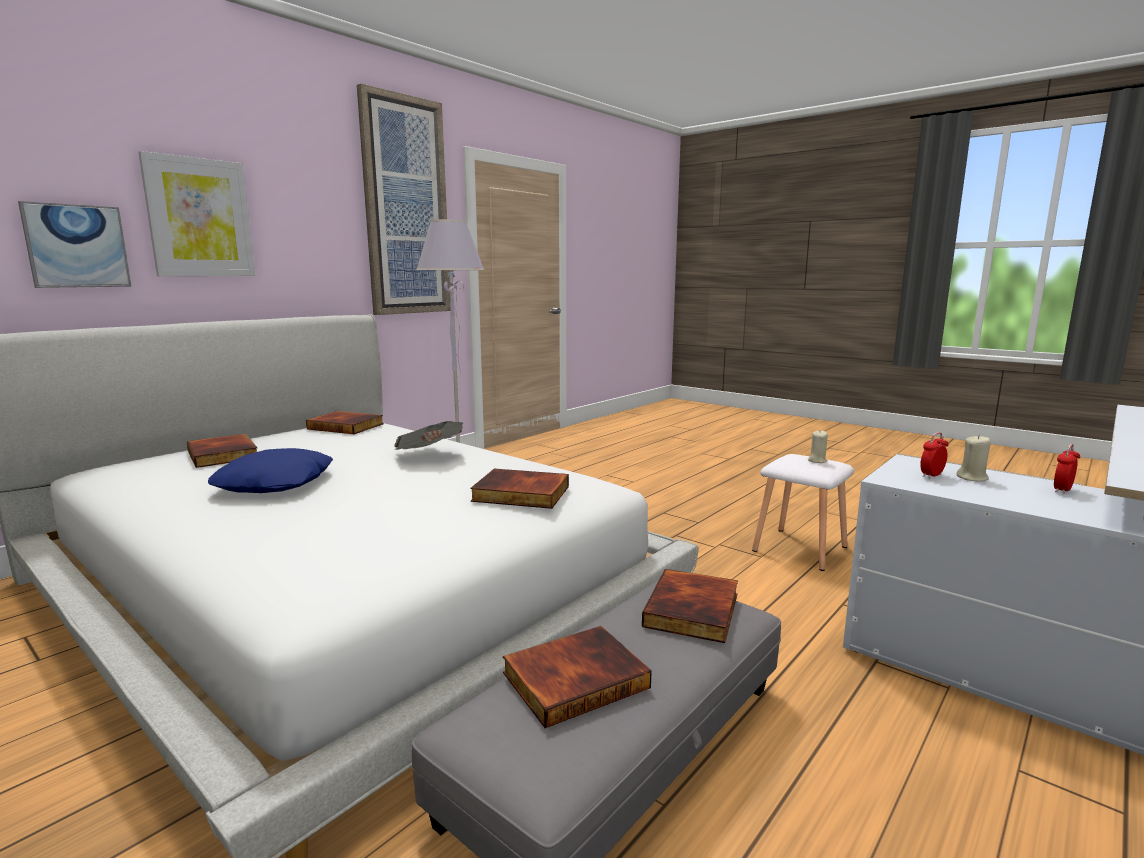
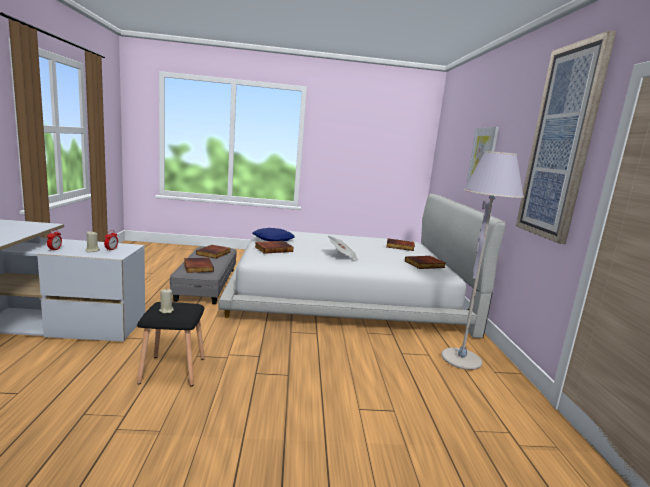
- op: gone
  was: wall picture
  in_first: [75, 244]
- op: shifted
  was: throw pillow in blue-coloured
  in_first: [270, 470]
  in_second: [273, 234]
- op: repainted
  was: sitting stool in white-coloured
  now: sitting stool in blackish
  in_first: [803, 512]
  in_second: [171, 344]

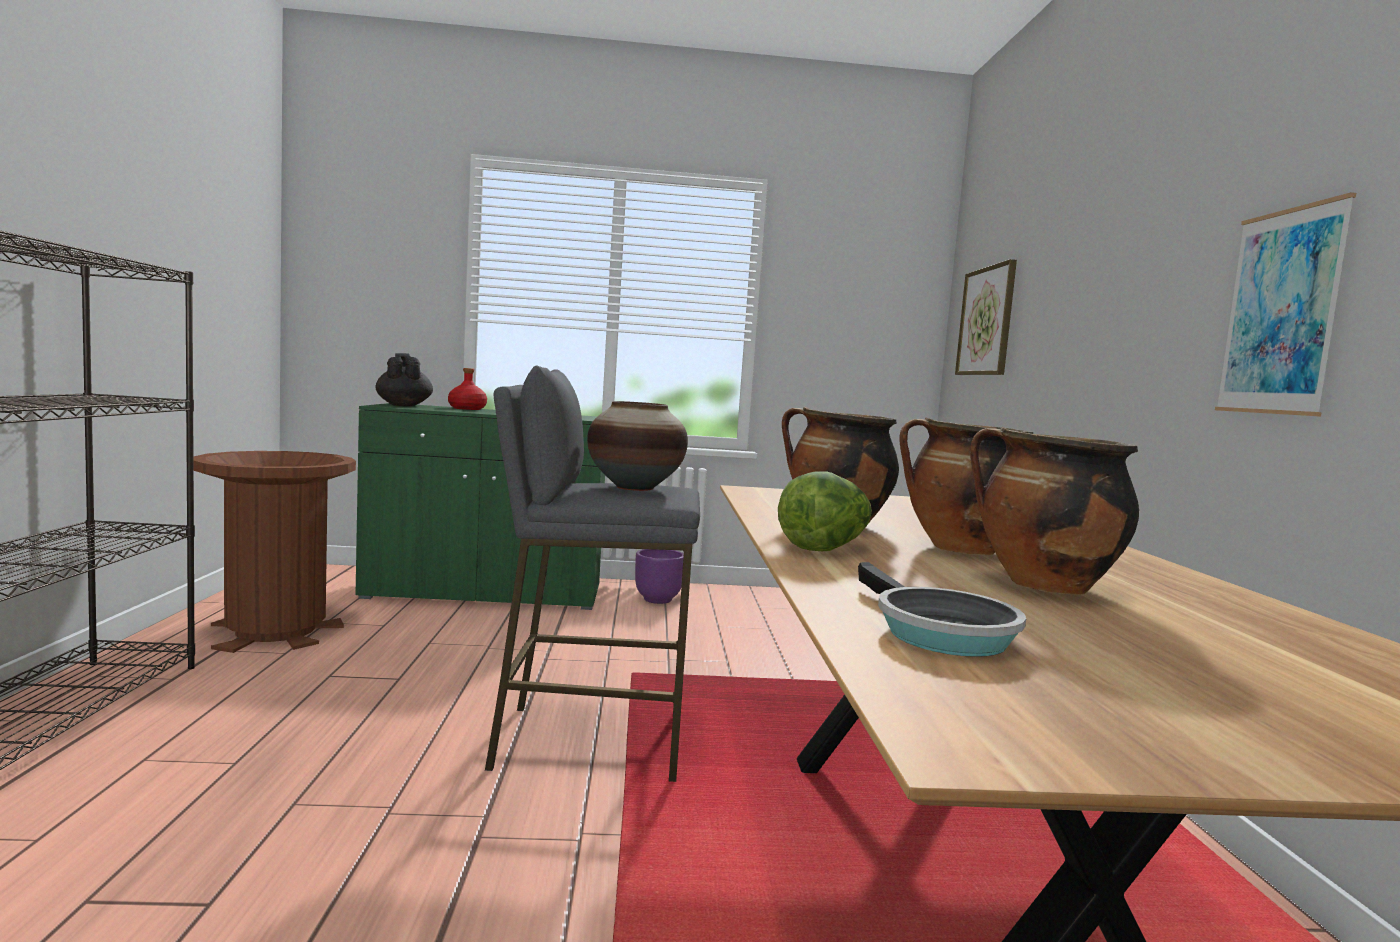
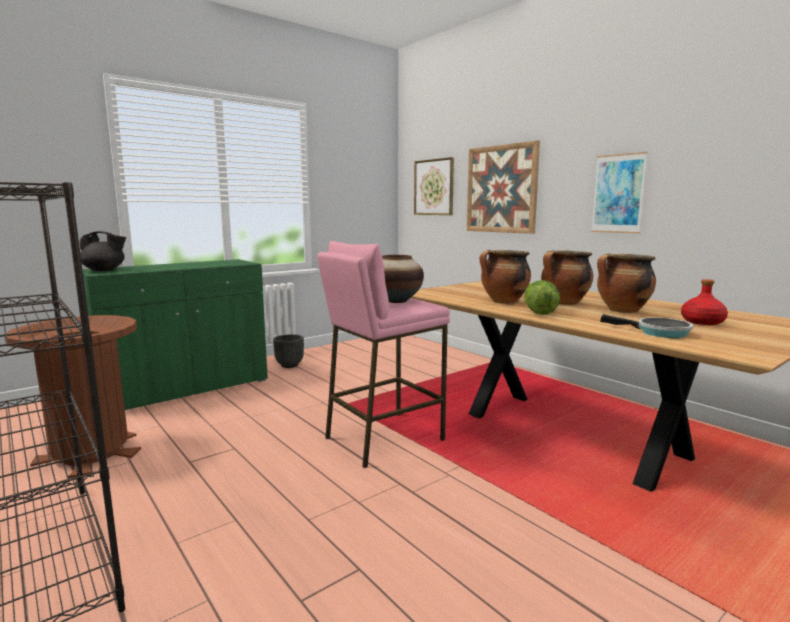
- op: rotated
  was: pot for tea in blackish
  in_first: [404, 379]
  in_second: [103, 251]
  clockwise: 150
- op: shifted
  was: bottle in reddish
  in_first: [467, 389]
  in_second: [704, 302]
- op: repainted
  was: sitting stool in greyish
  now: sitting stool in pink
  in_first: [592, 573]
  in_second: [383, 354]
- op: repainted
  was: planter in purple-coloured
  now: planter in blackish
  in_first: [659, 576]
  in_second: [288, 351]
- op: new
  now: wall picture
  in_second: [503, 187]

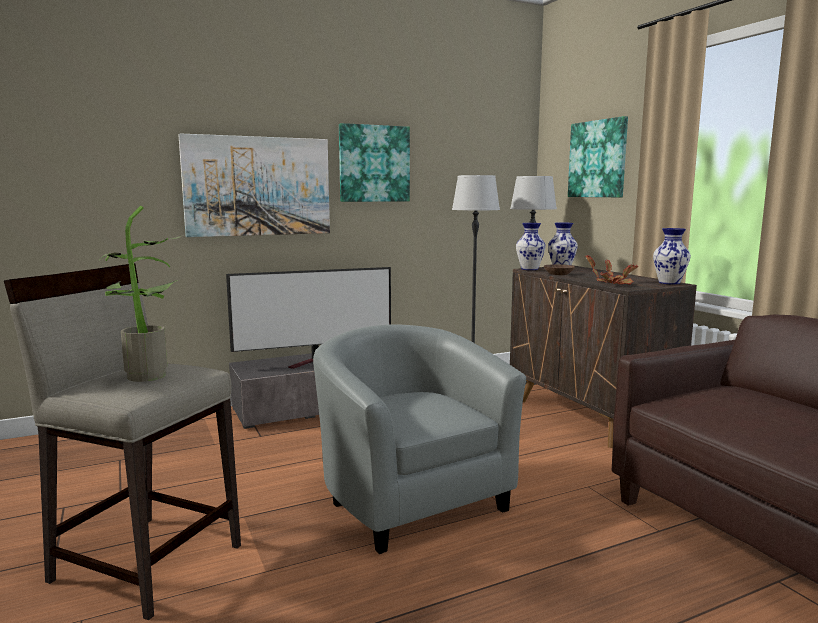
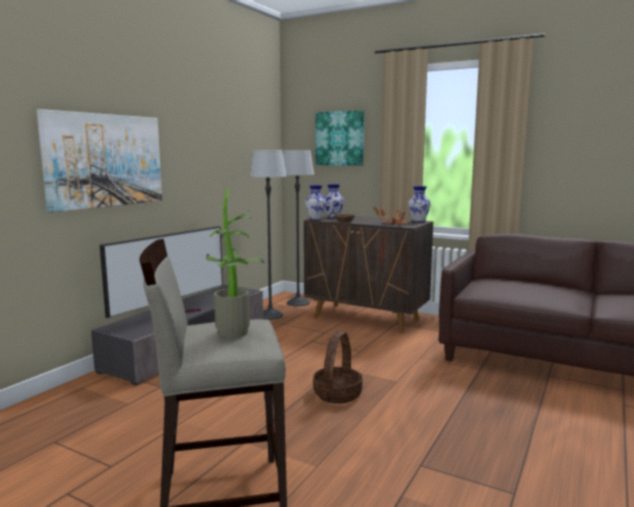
- op: swapped
  was: lounge chair in greyish
  now: storage basket
  in_first: [419, 439]
  in_second: [338, 367]
- op: gone
  was: wall picture
  in_first: [374, 162]

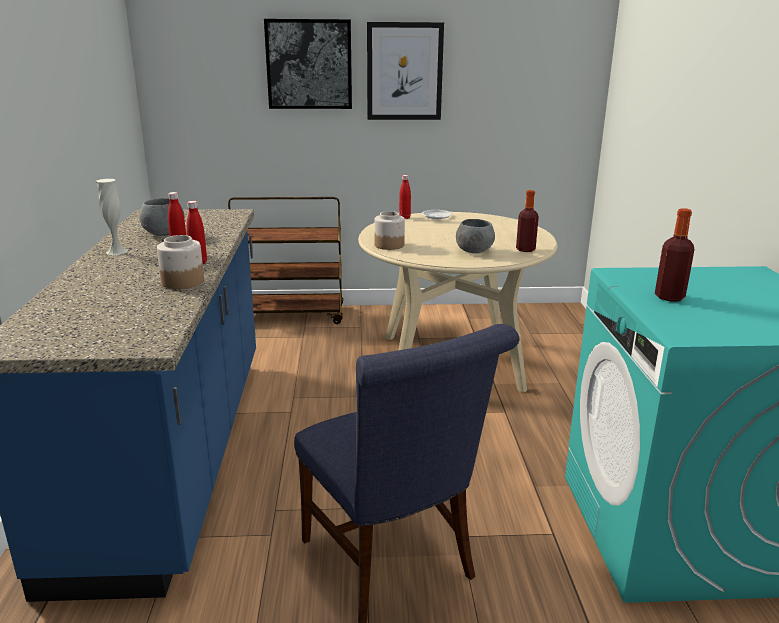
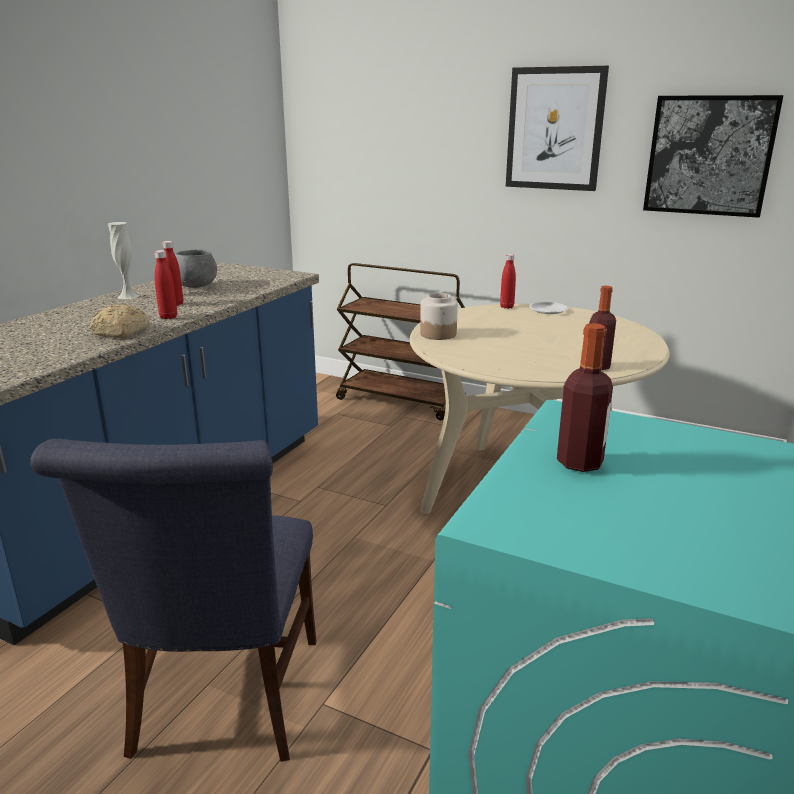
- op: swapped
  was: storage jar
  now: baked bread
  in_first: [180, 262]
  in_second: [120, 321]
- op: shifted
  was: wall picture
  in_first: [308, 64]
  in_second: [713, 156]
- op: gone
  was: serving bowl in greyish
  in_first: [475, 236]

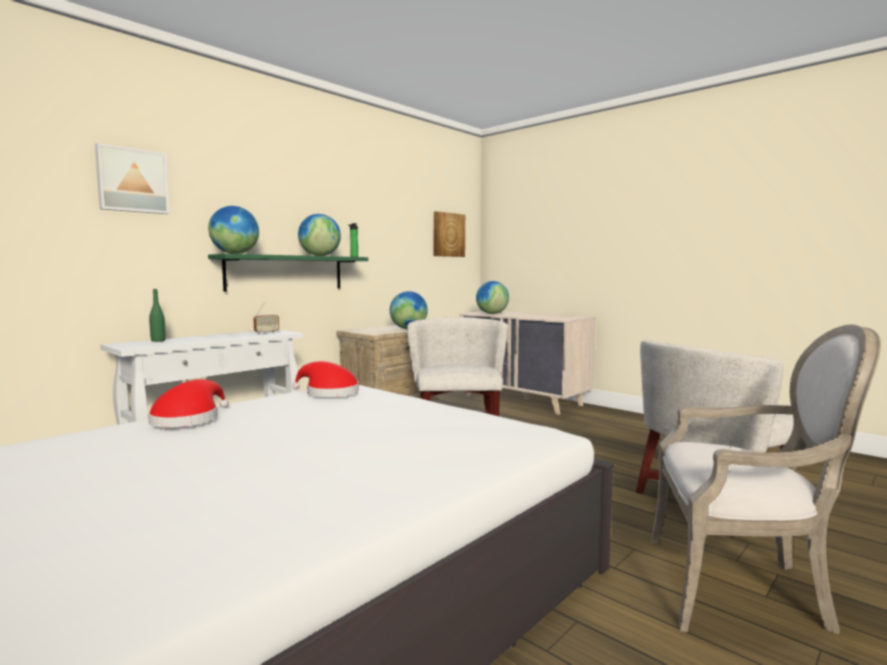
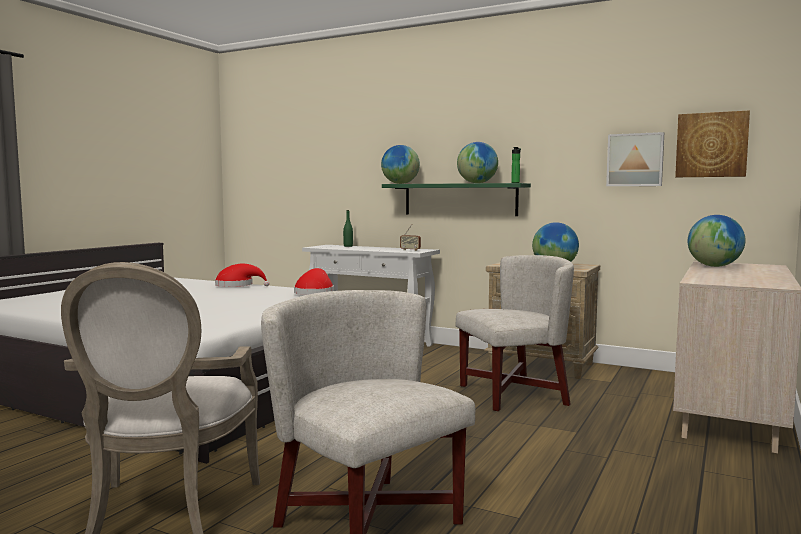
- op: shifted
  was: wall picture
  in_first: [132, 178]
  in_second: [635, 159]

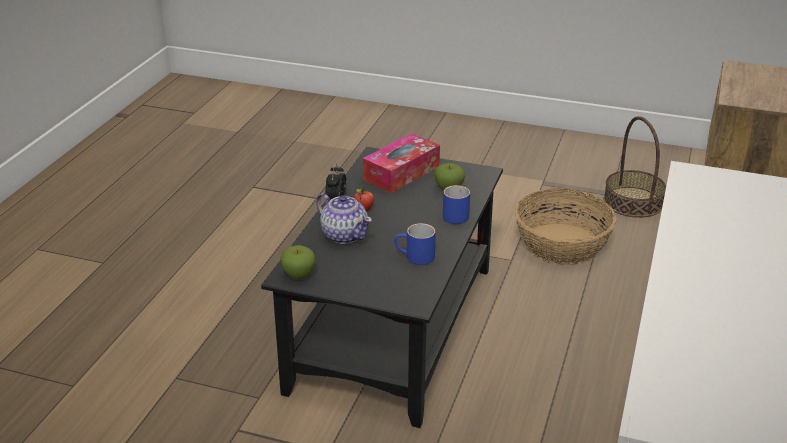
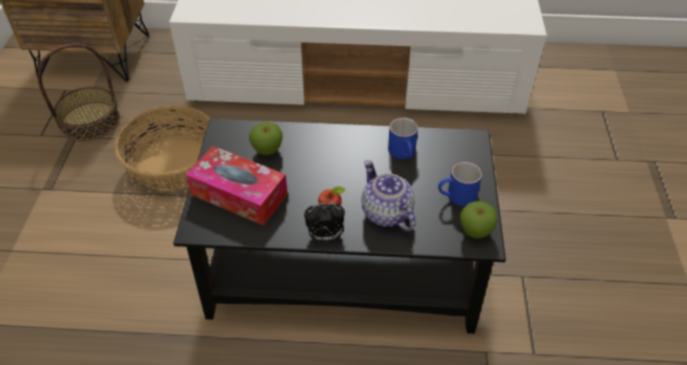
- op: rotated
  was: pot for tea
  in_first: [344, 218]
  in_second: [388, 196]
  clockwise: -60
- op: shifted
  was: mug in blue-coloured
  in_first: [456, 204]
  in_second: [460, 184]

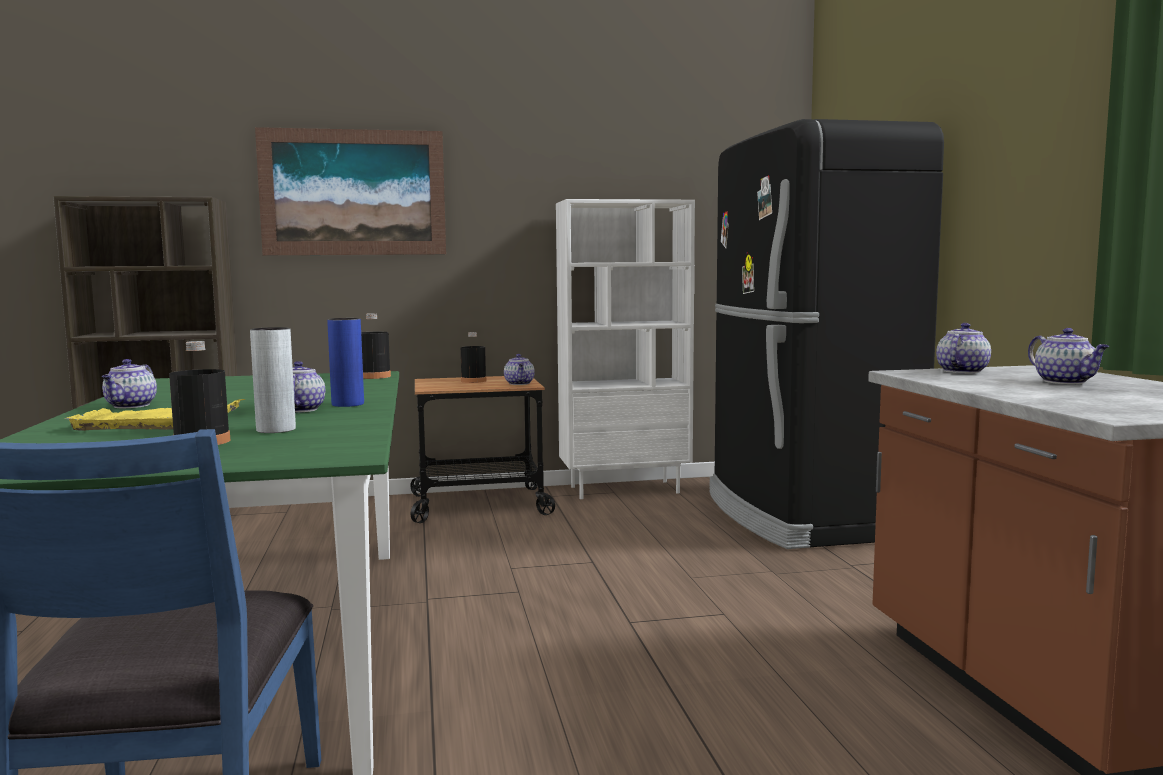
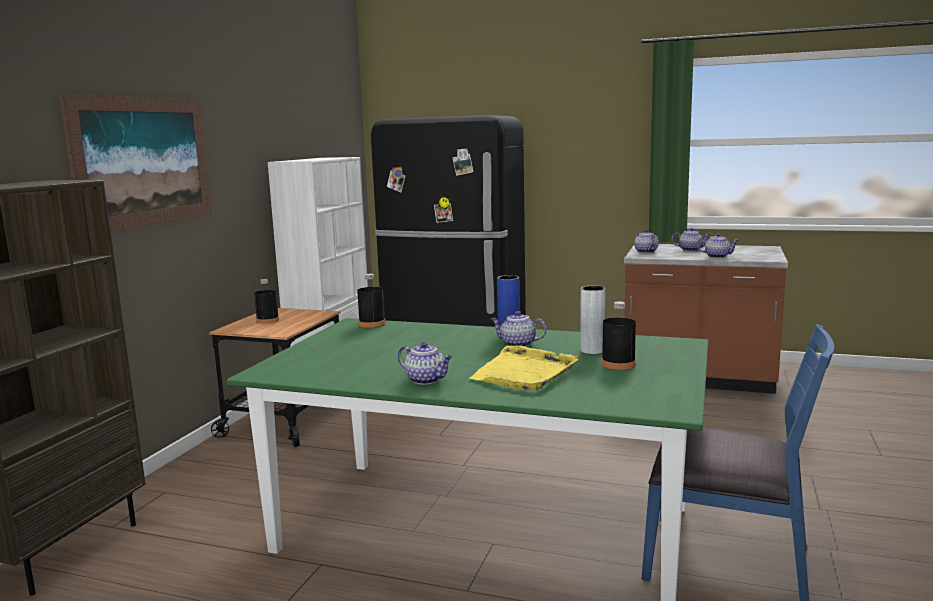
- op: shifted
  was: pot for tea
  in_first: [519, 369]
  in_second: [718, 245]

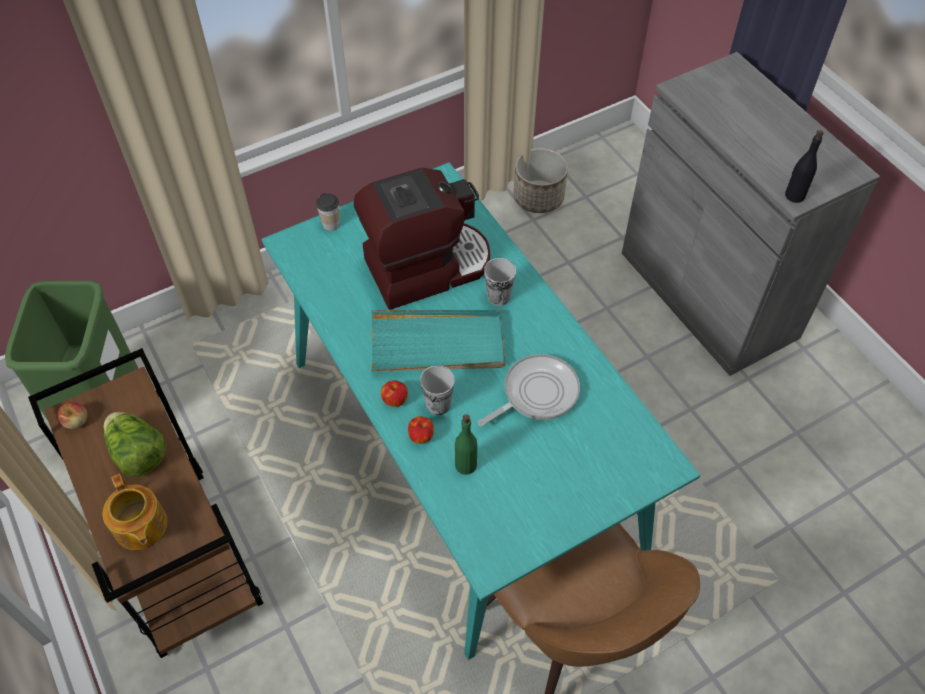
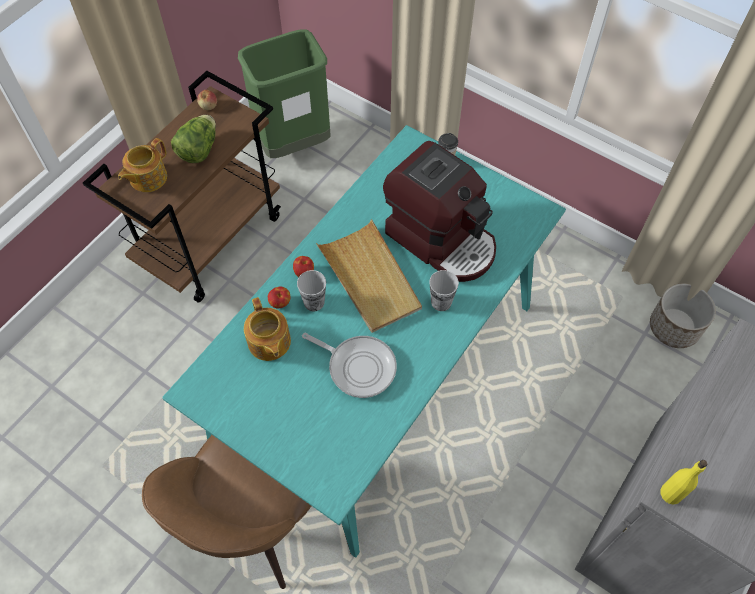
- op: repainted
  was: serving tray in turquoise-coloured
  now: serving tray in beige-coloured
  in_first: [438, 340]
  in_second: [369, 276]
- op: swapped
  was: bottle in green
  now: pot for tea
  in_first: [466, 444]
  in_second: [267, 329]
- op: repainted
  was: bottle in blackish
  now: bottle in yellowish
  in_first: [804, 166]
  in_second: [683, 482]

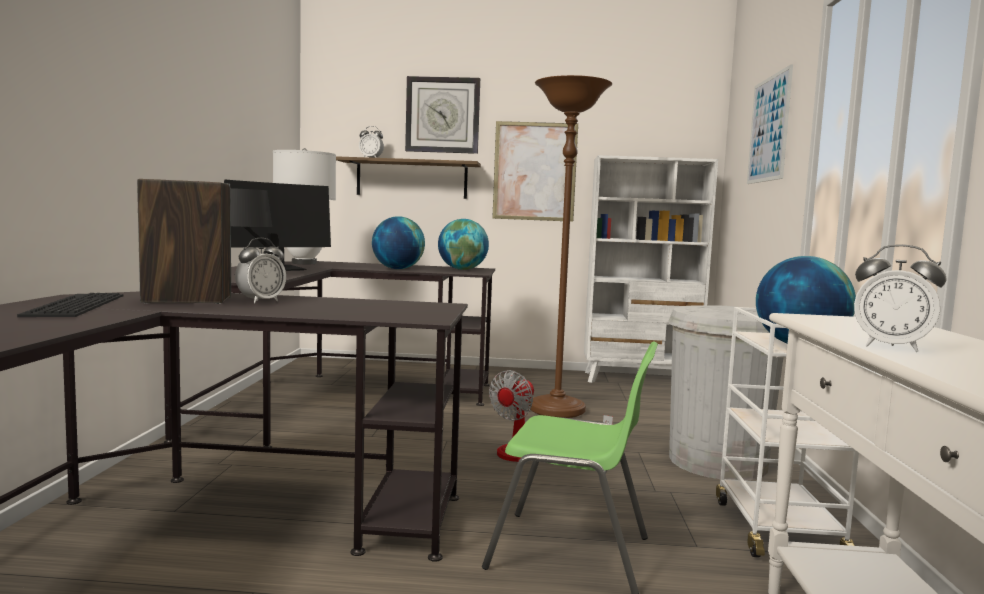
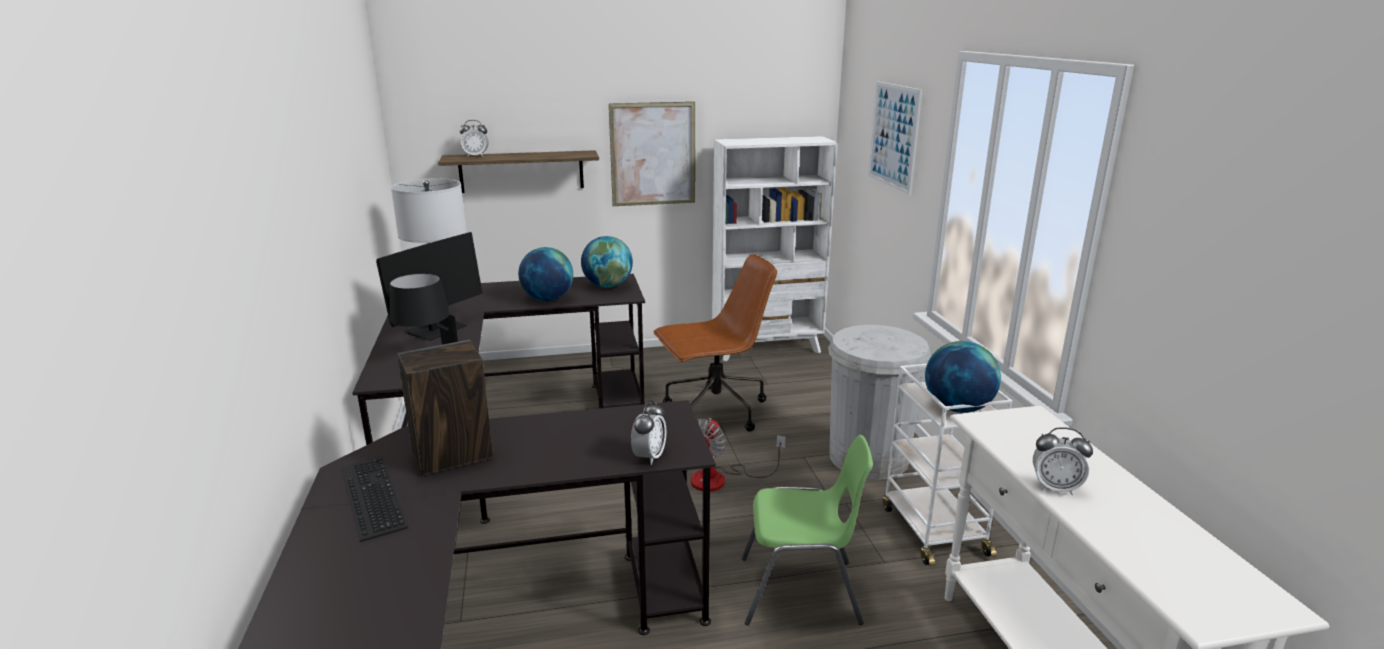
- op: shifted
  was: table clock
  in_first: [260, 270]
  in_second: [648, 432]
- op: gone
  was: clock on the wall
  in_first: [442, 115]
- op: swapped
  was: floor lamp in brown-coloured
  now: office chair in brown-coloured
  in_first: [571, 246]
  in_second: [715, 343]

